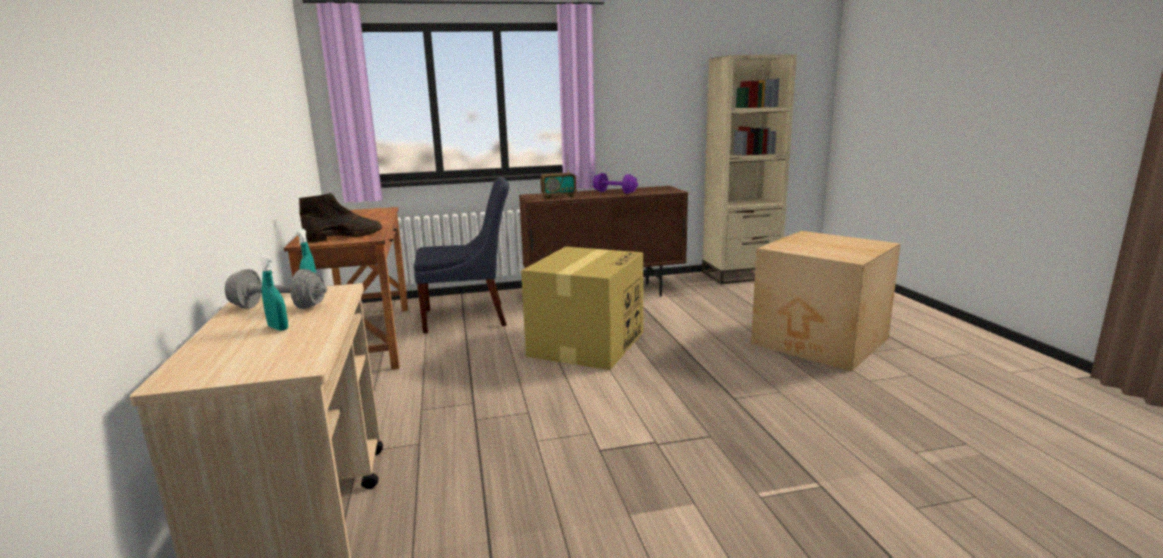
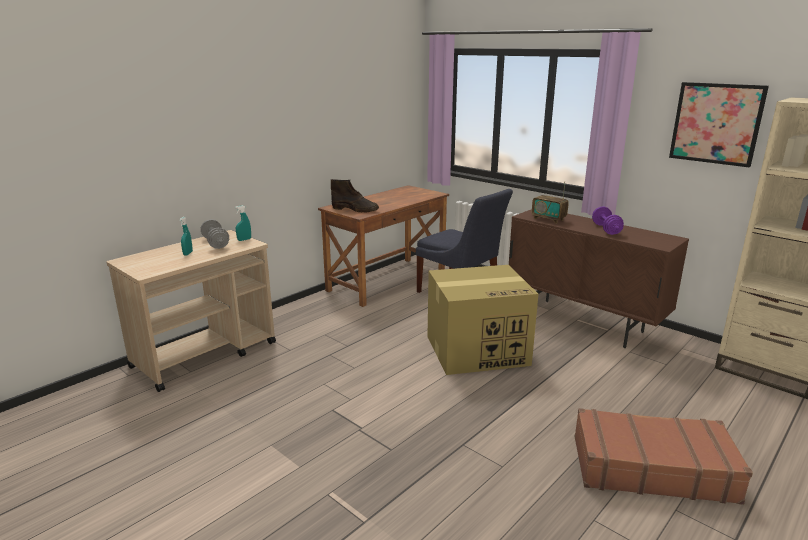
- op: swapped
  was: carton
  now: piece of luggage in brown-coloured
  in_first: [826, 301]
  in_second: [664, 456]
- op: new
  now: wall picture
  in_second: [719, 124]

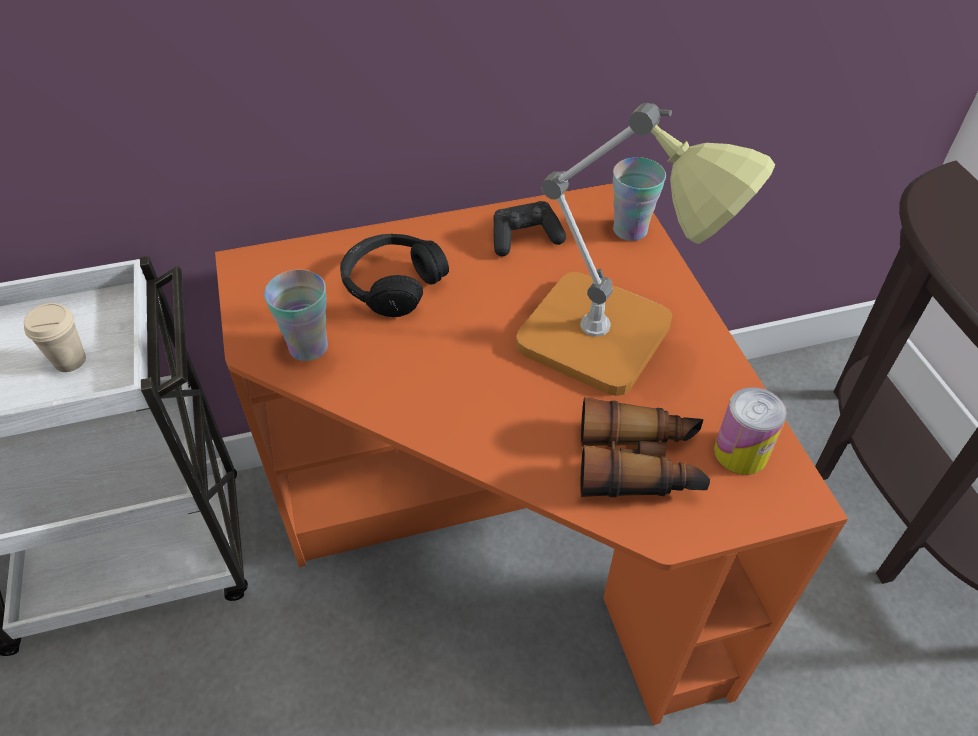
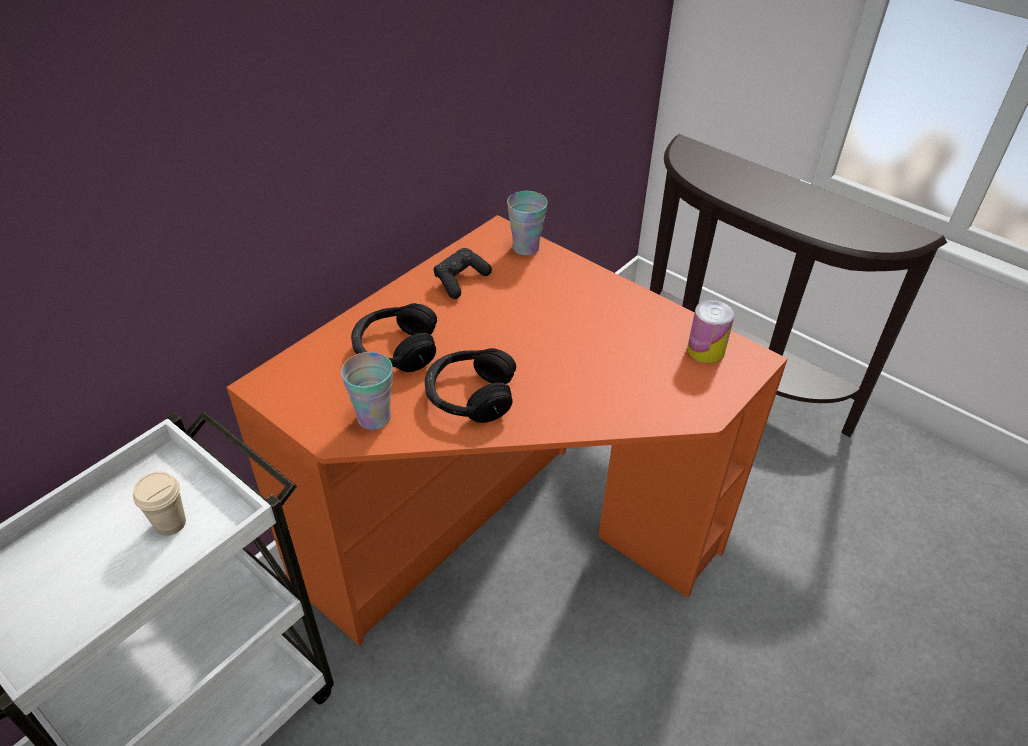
- op: gone
  was: lamp for a table
  in_first: [645, 249]
- op: gone
  was: field glasses
  in_first: [645, 447]
- op: new
  now: pair of headphones in blackish
  in_second: [470, 385]

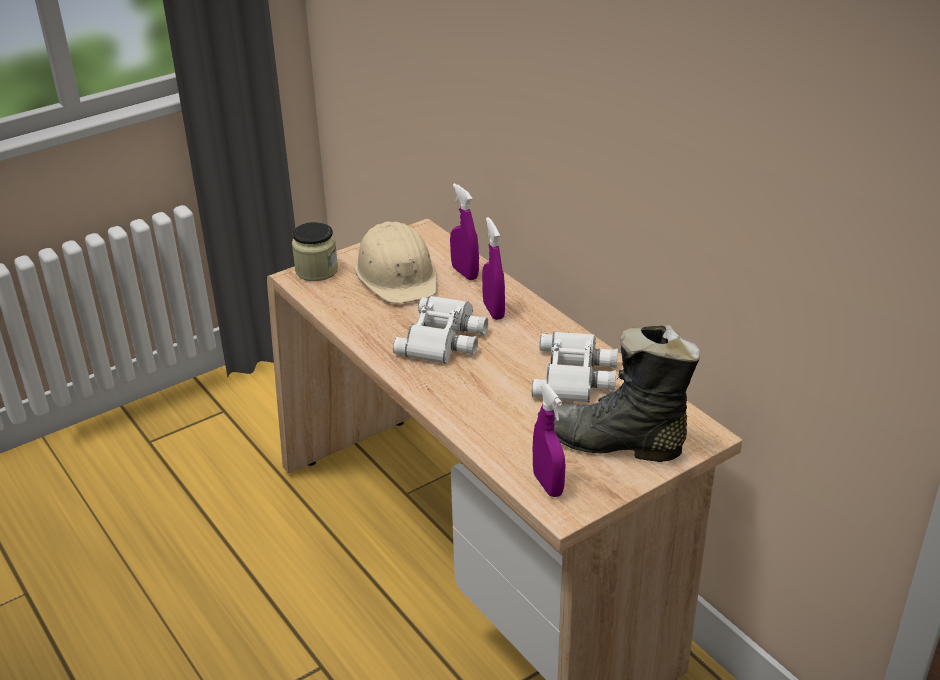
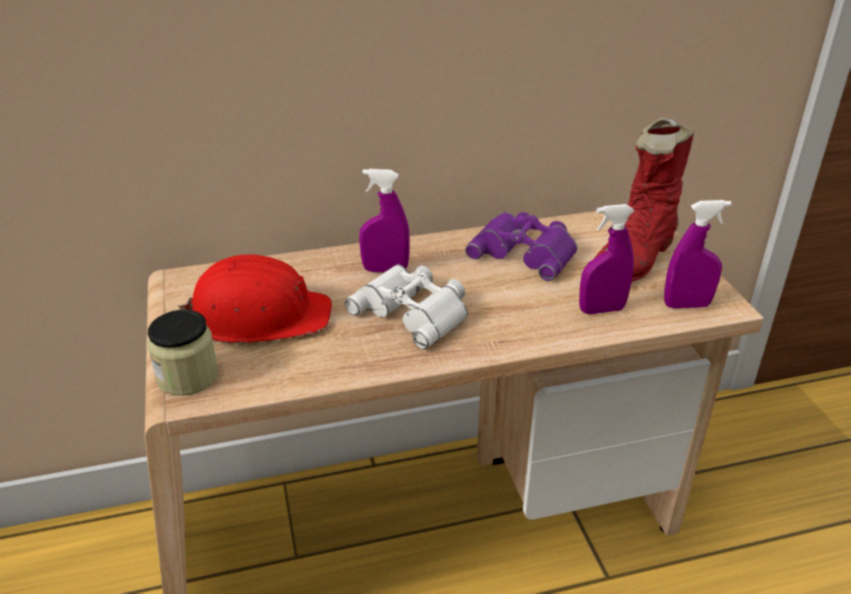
- op: repainted
  was: work helmet in beige-coloured
  now: work helmet in reddish
  in_first: [395, 262]
  in_second: [255, 298]
- op: shifted
  was: hand sprayer in purple-coloured
  in_first: [464, 231]
  in_second: [606, 259]
- op: repainted
  was: field glasses in white-coloured
  now: field glasses in purple-coloured
  in_first: [575, 366]
  in_second: [521, 246]
- op: repainted
  was: tall boot in blackish
  now: tall boot in reddish
  in_first: [619, 393]
  in_second: [644, 199]

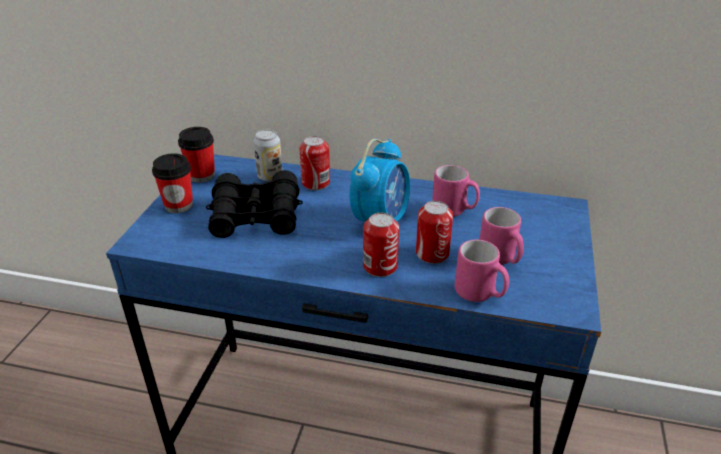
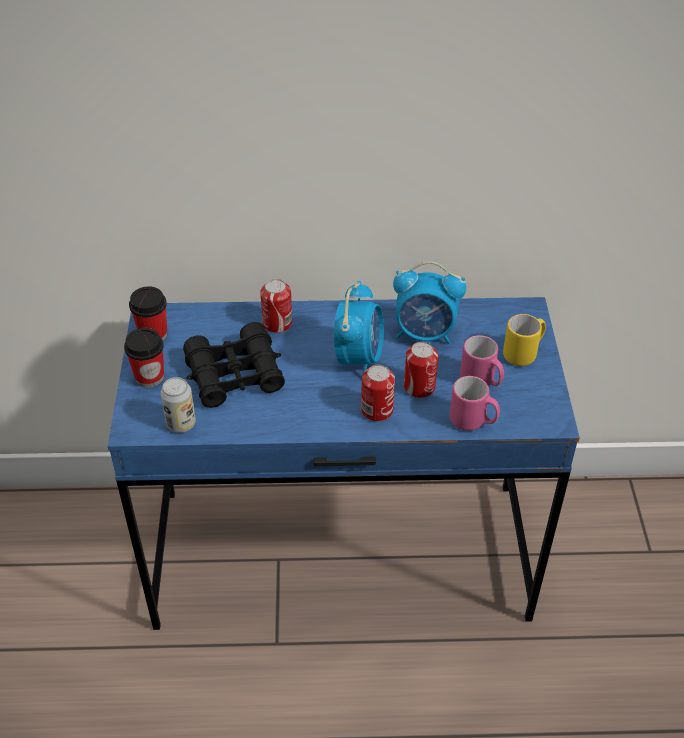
- op: shifted
  was: metal can
  in_first: [268, 155]
  in_second: [178, 405]
- op: swapped
  was: mug in pink
  now: table clock
  in_first: [456, 191]
  in_second: [429, 302]
- op: new
  now: mug in yellowish
  in_second: [524, 340]

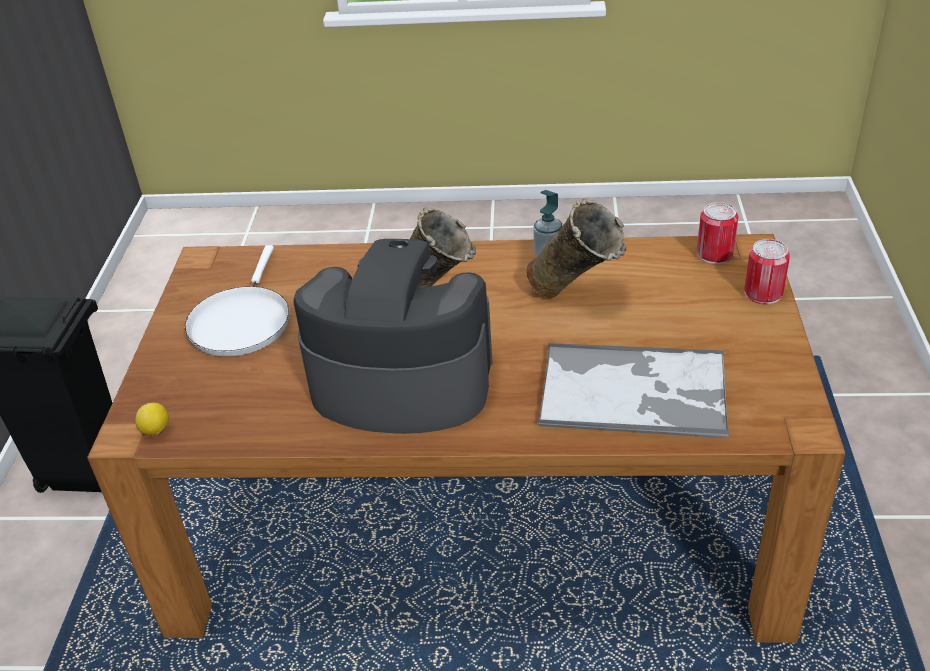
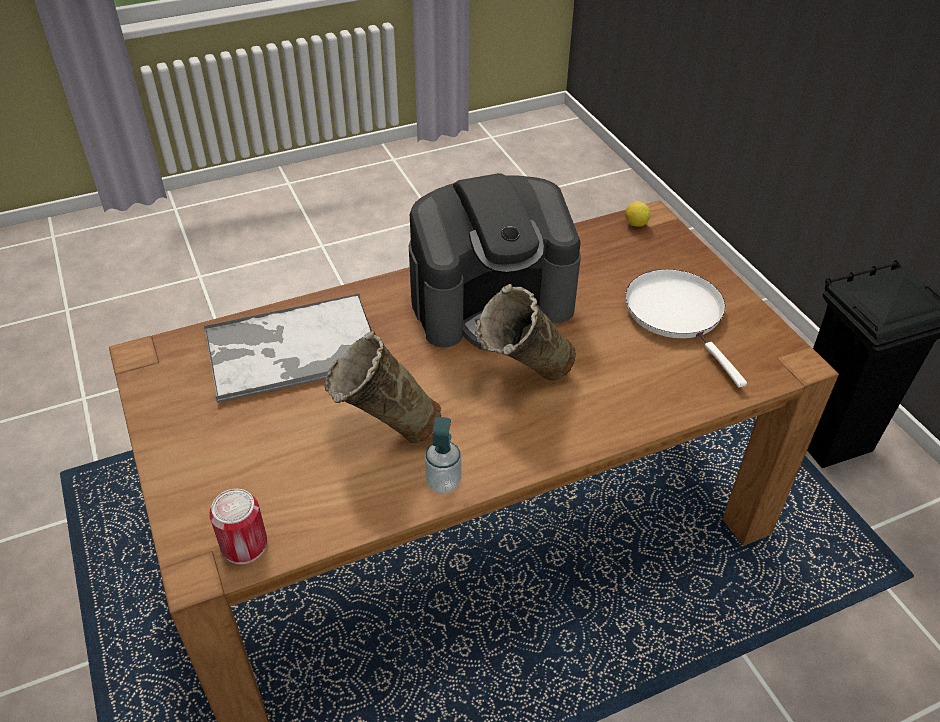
- op: gone
  was: metal can
  in_first: [767, 271]

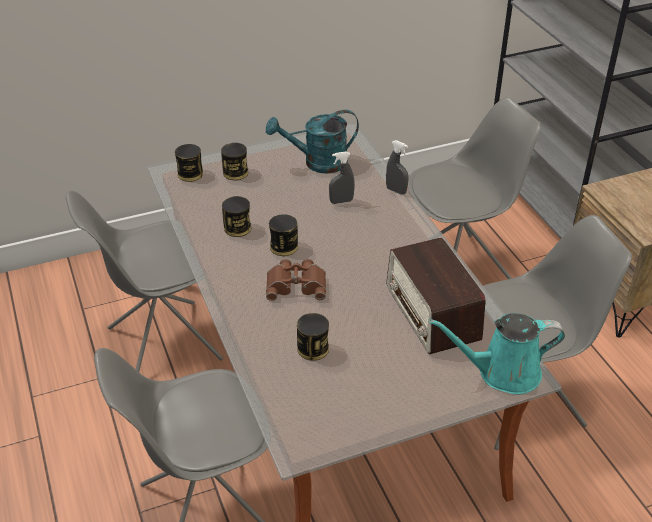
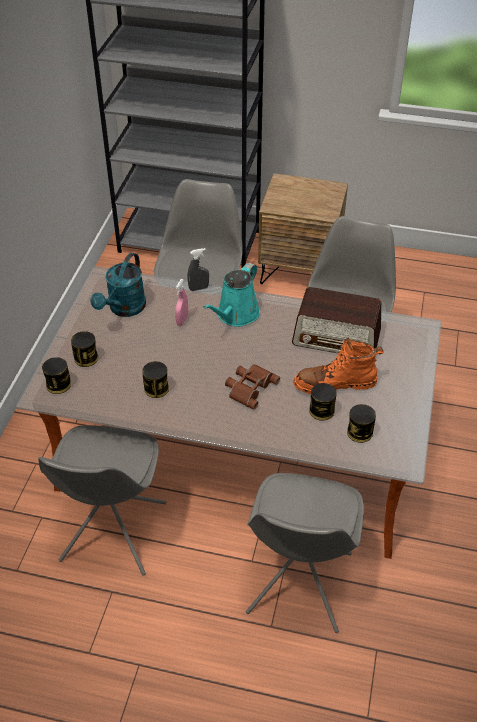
- op: shifted
  was: metal can
  in_first: [283, 235]
  in_second: [361, 423]
- op: repainted
  was: hand sprayer in greyish
  now: hand sprayer in pink
  in_first: [342, 178]
  in_second: [181, 302]
- op: shifted
  was: sprinkling can in turquoise-coloured
  in_first: [497, 353]
  in_second: [231, 295]
- op: new
  now: tall boot in orange-coloured
  in_second: [338, 365]

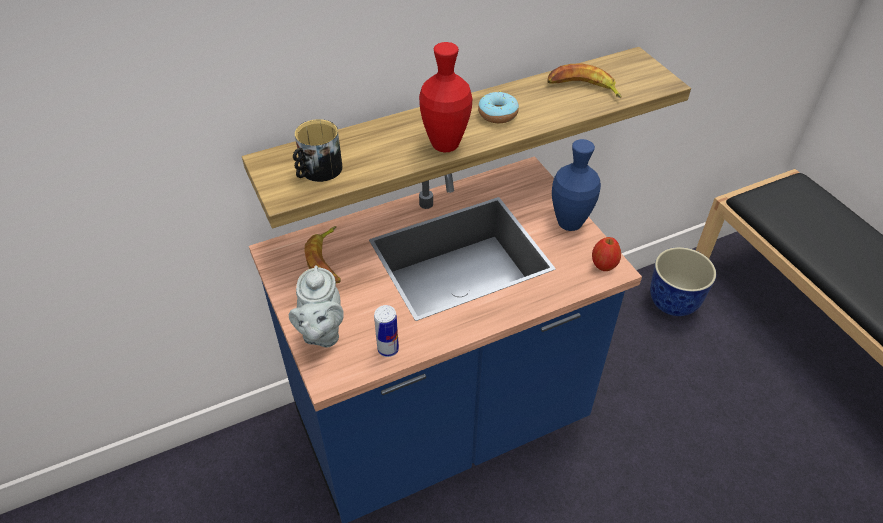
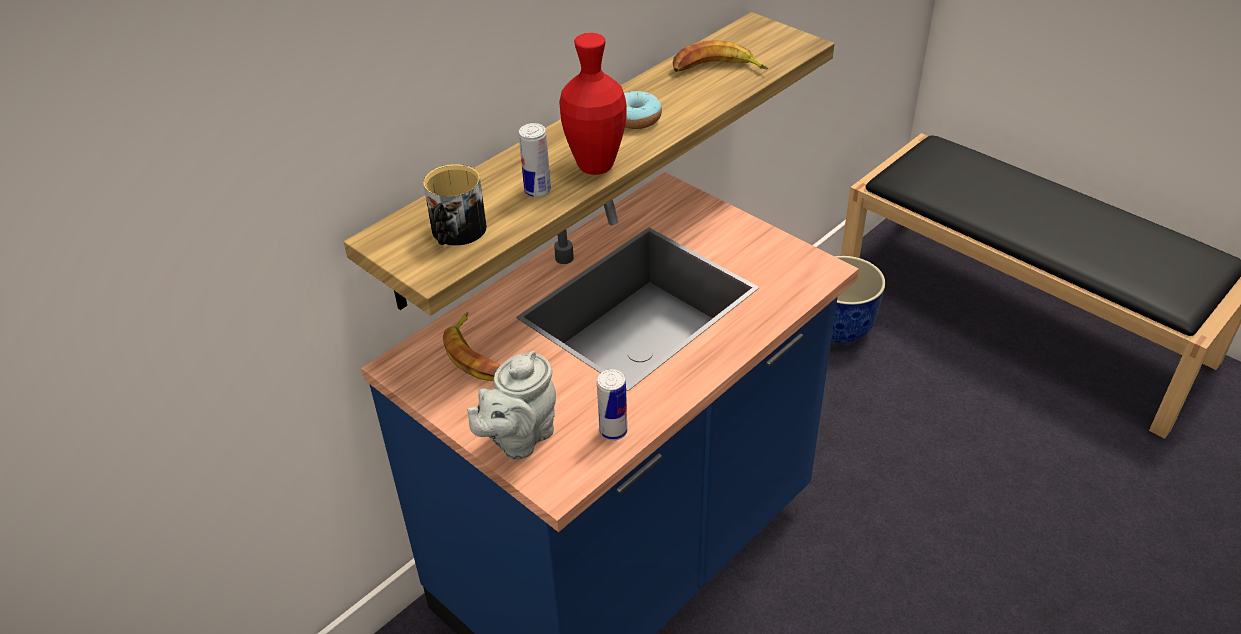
- op: rotated
  was: pot for tea in greyish
  in_first: [316, 306]
  in_second: [511, 405]
  clockwise: 60
- op: gone
  was: vase in blue-coloured
  in_first: [576, 185]
- op: gone
  was: apple fruit
  in_first: [606, 254]
- op: new
  now: metal can
  in_second: [535, 160]

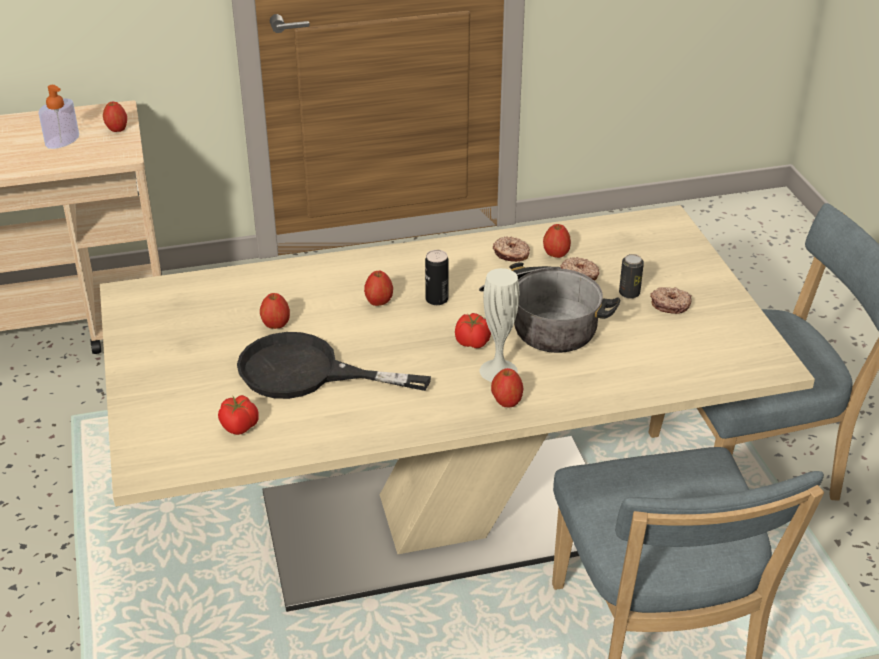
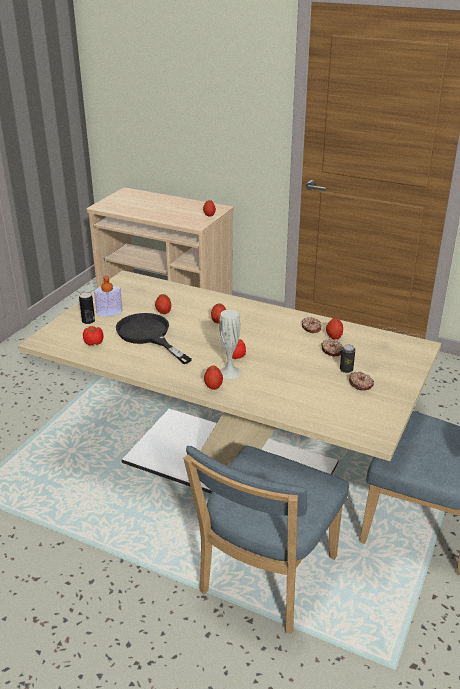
- op: shifted
  was: soap bottle
  in_first: [59, 117]
  in_second: [108, 296]
- op: shifted
  was: metal can
  in_first: [437, 277]
  in_second: [87, 308]
- op: gone
  was: saucepot
  in_first: [550, 307]

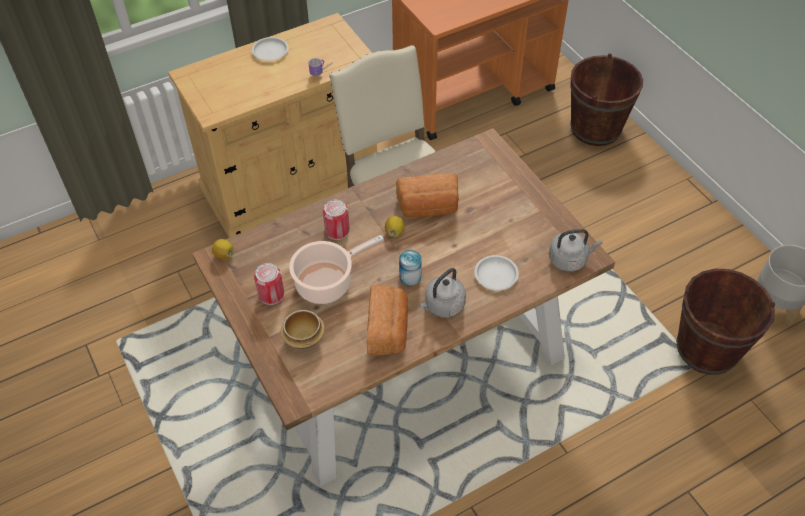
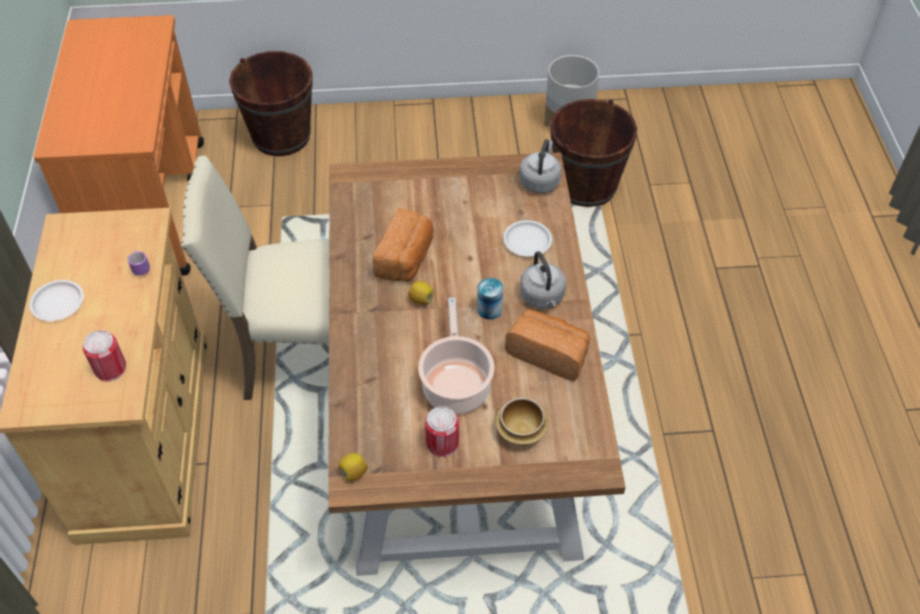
- op: shifted
  was: metal can
  in_first: [336, 220]
  in_second: [104, 355]

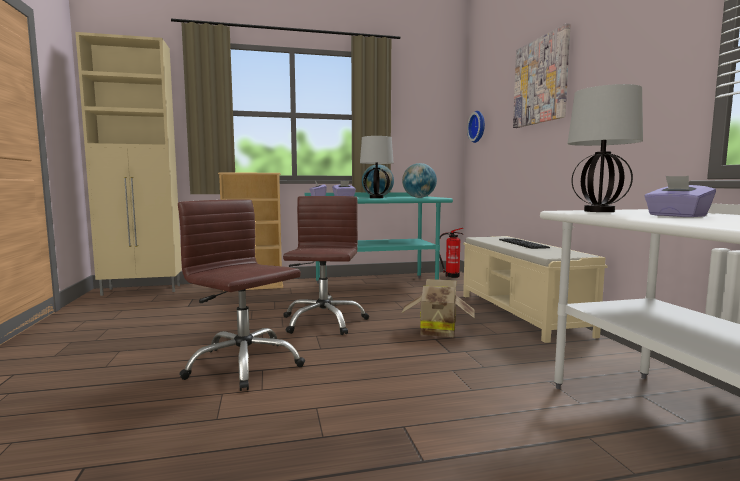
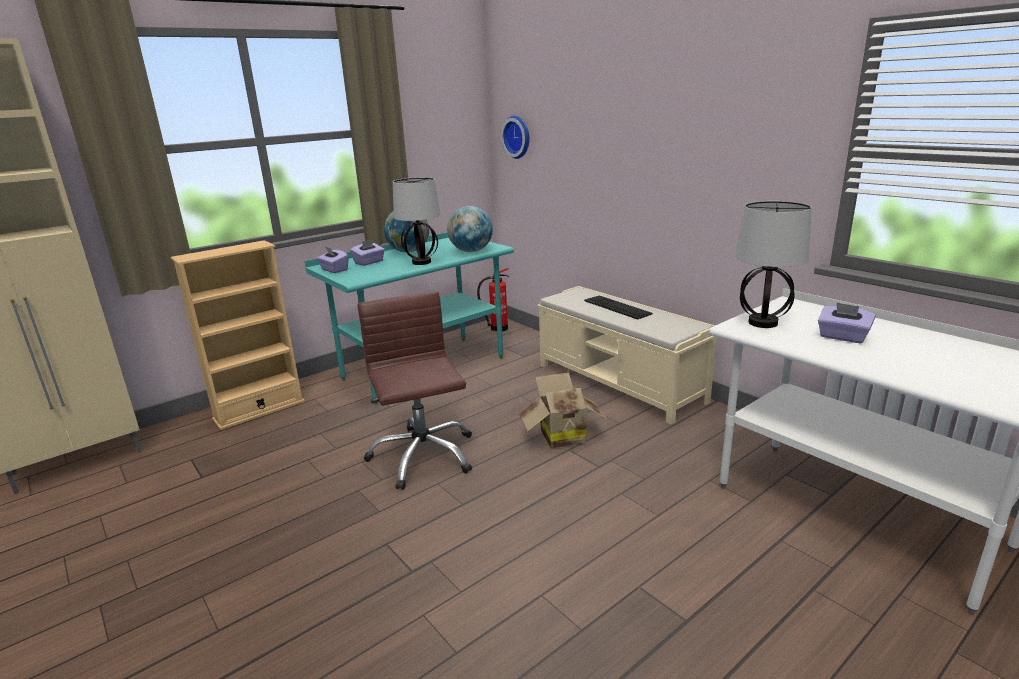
- op: gone
  was: office chair in brown-coloured
  in_first: [241, 295]
- op: gone
  was: wall picture
  in_first: [542, 75]

